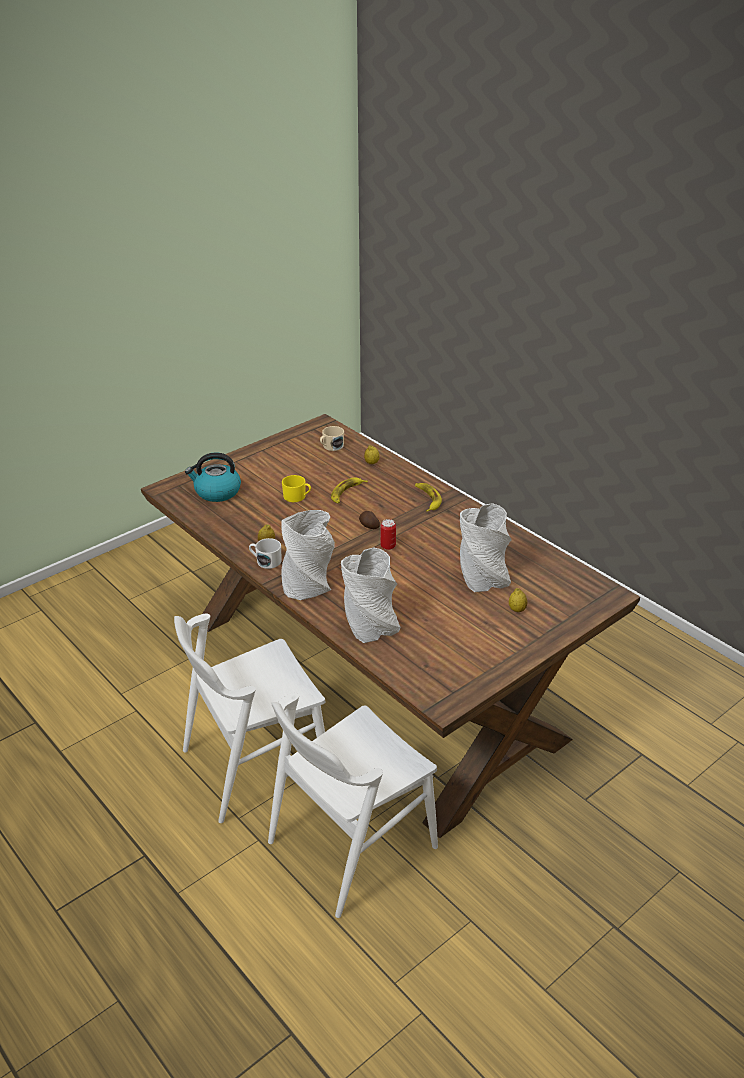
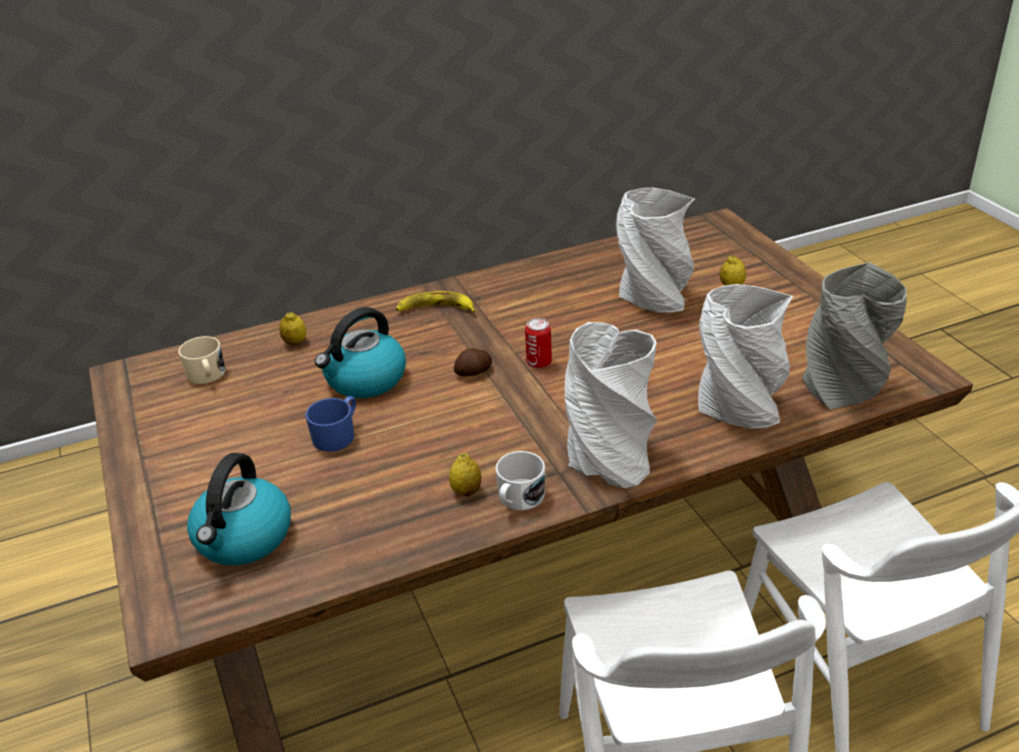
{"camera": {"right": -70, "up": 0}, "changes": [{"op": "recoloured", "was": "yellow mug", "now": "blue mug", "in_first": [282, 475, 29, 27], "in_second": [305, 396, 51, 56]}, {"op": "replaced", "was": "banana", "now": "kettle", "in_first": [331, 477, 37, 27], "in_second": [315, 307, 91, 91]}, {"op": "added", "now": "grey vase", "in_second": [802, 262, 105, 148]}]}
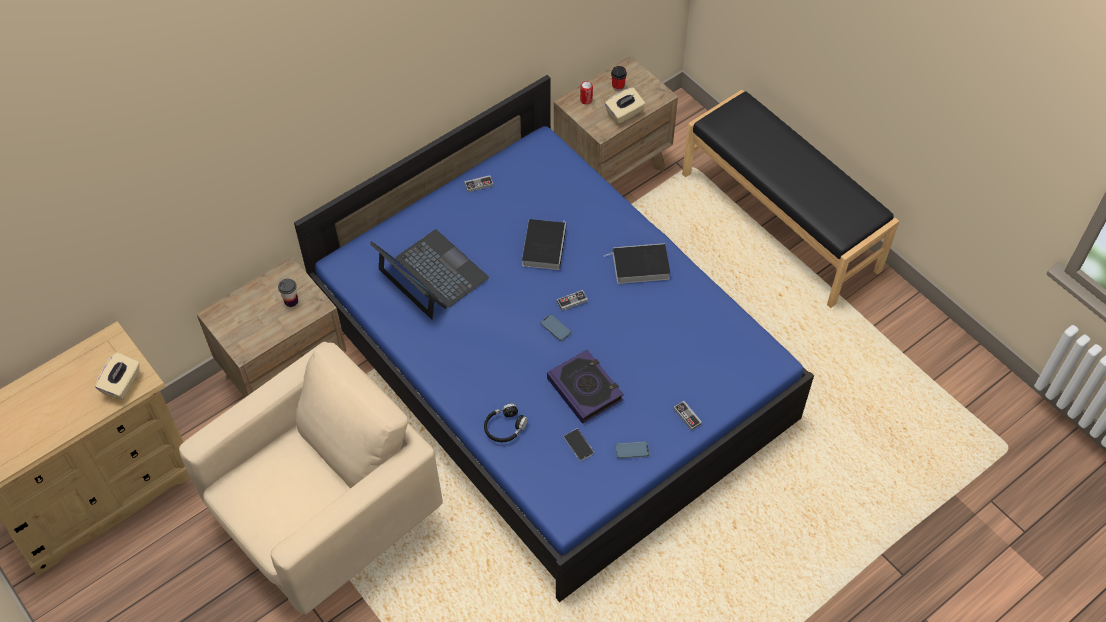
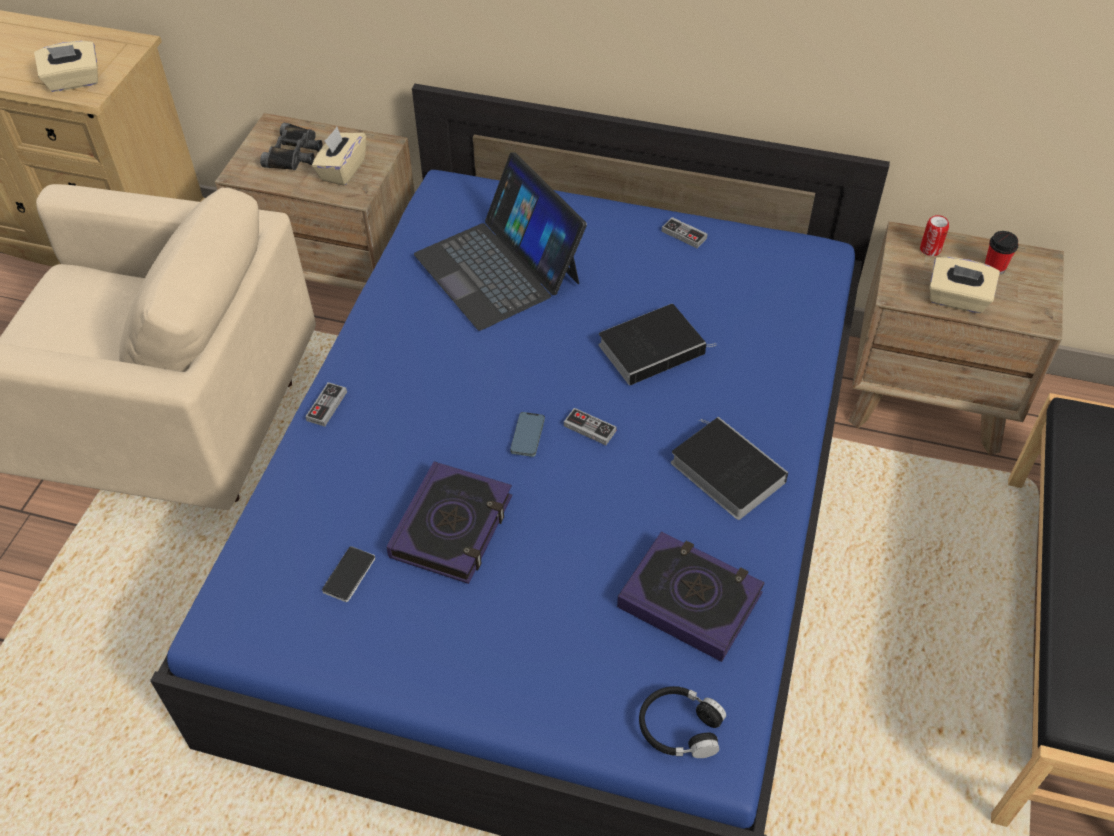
{"camera": {"right": 55, "up": -5}, "changes": [{"op": "turned", "was": "laptop", "in_first": [370, 229, 119, 90], "in_second": [414, 152, 173, 179], "clockwise": 135}, {"op": "replaced", "was": "cup", "now": "beige tissue box", "in_first": [278, 279, 20, 28], "in_second": [312, 127, 54, 59]}, {"op": "moved", "was": "game controller", "in_first": [673, 401, 29, 30], "in_second": [305, 382, 42, 44]}, {"op": "moved", "was": "black headphones", "in_first": [484, 404, 44, 38], "in_second": [639, 686, 87, 72]}, {"op": "removed", "was": "phone", "in_first": [615, 442, 34, 17]}, {"op": "added", "now": "black binoculars", "in_second": [260, 123, 63, 47]}, {"op": "added", "now": "book", "in_second": [617, 531, 148, 131]}]}
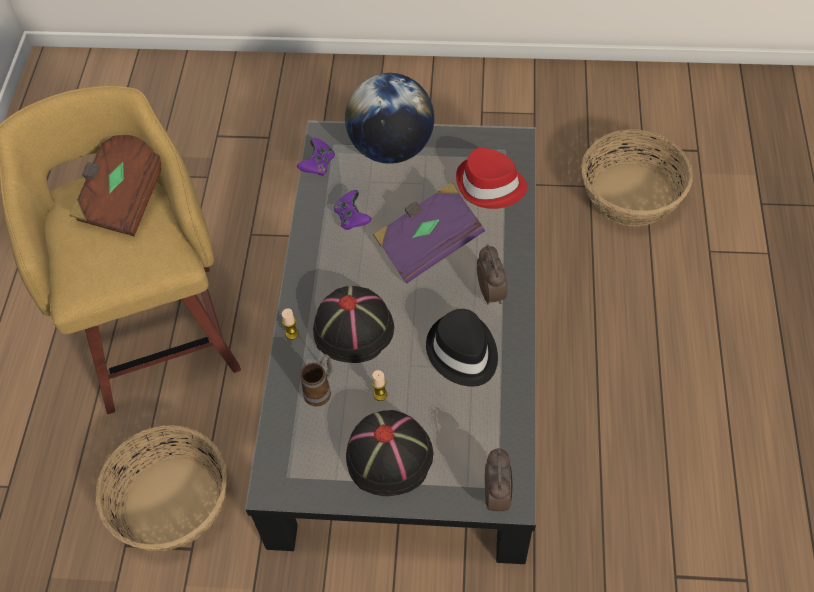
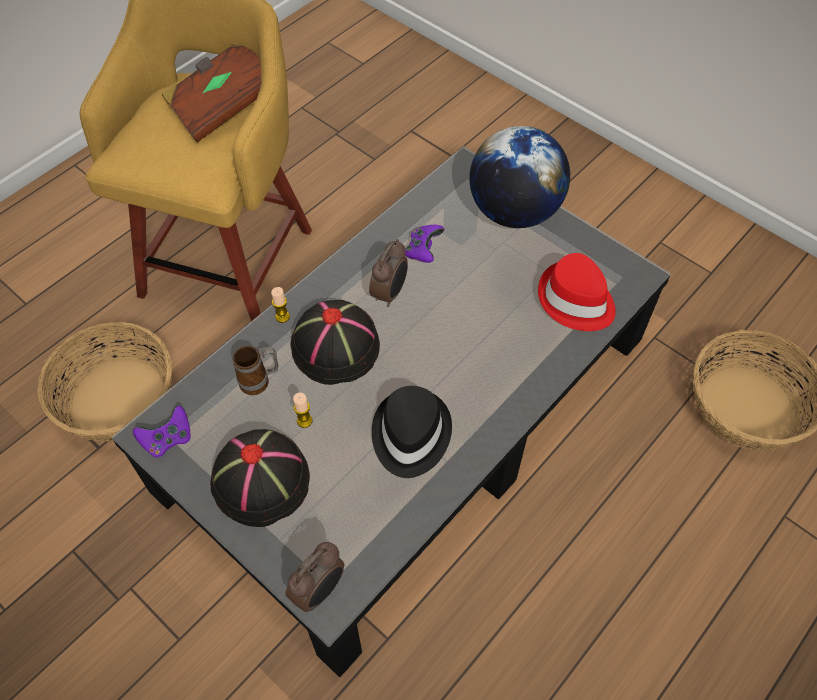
{"camera": {"right": 35, "up": 0}, "changes": [{"op": "moved", "was": "purple game controller", "in_first": [297, 138, 38, 38], "in_second": [133, 406, 58, 51]}, {"op": "removed", "was": "purple book", "in_first": [373, 182, 112, 102]}, {"op": "moved", "was": "alarm clock", "in_first": [477, 244, 30, 61], "in_second": [369, 239, 39, 68]}]}
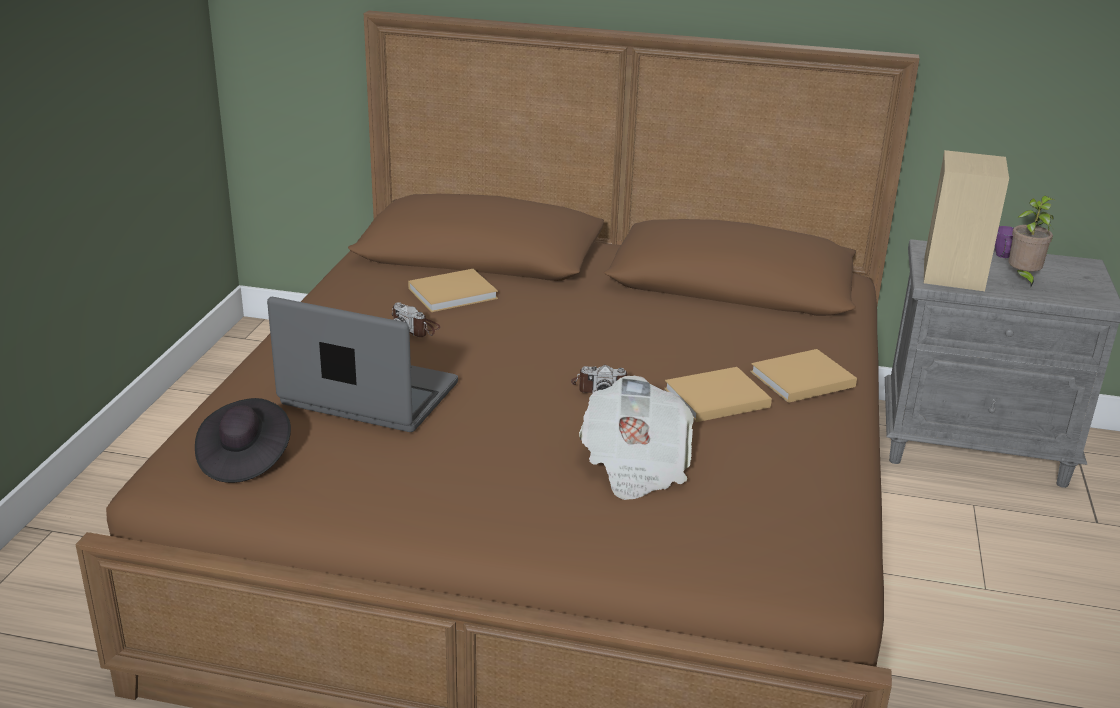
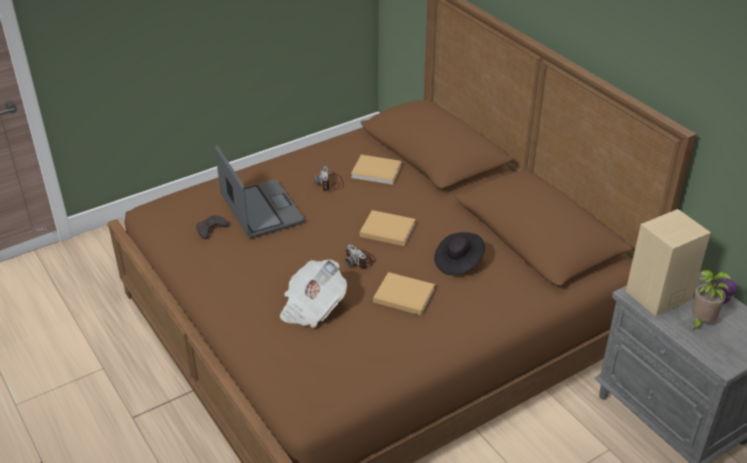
{"camera": {"right": 45, "up": 10}, "changes": [{"op": "moved", "was": "beige book", "in_first": [750, 349, 107, 54], "in_second": [359, 210, 57, 36]}, {"op": "moved", "was": "black hat", "in_first": [195, 398, 96, 85], "in_second": [434, 232, 51, 43]}, {"op": "added", "now": "grey game controller", "in_second": [196, 215, 33, 24]}]}
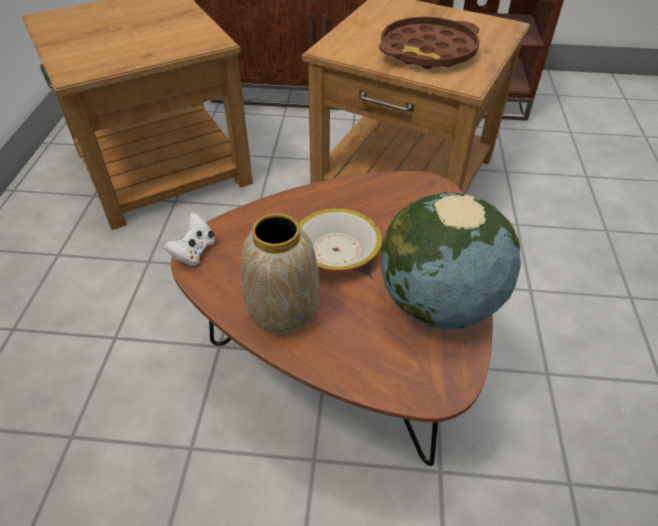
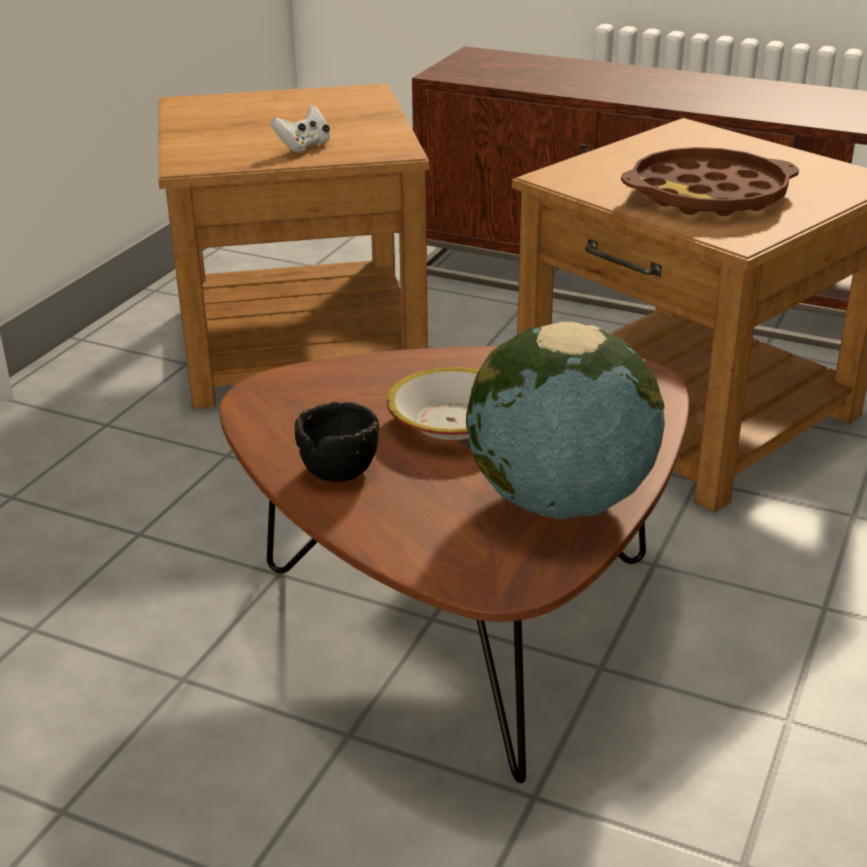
{"camera": {"right": 20, "up": -15}, "changes": [{"op": "moved", "was": "white game controller", "in_first": [163, 213, 52, 53], "in_second": [271, 105, 59, 48]}, {"op": "replaced", "was": "vase", "now": "black bowl", "in_first": [240, 213, 79, 122], "in_second": [295, 402, 84, 80]}]}
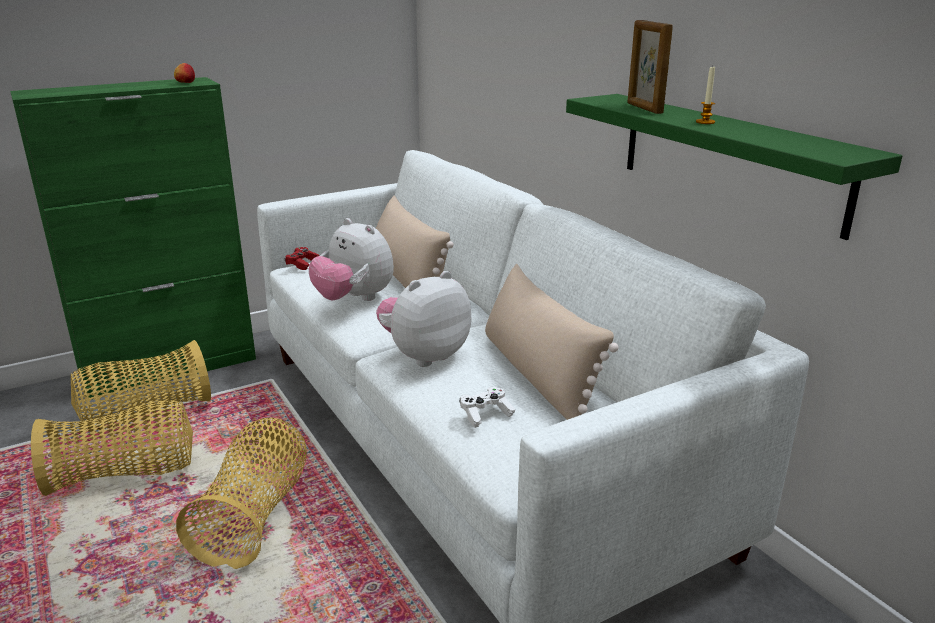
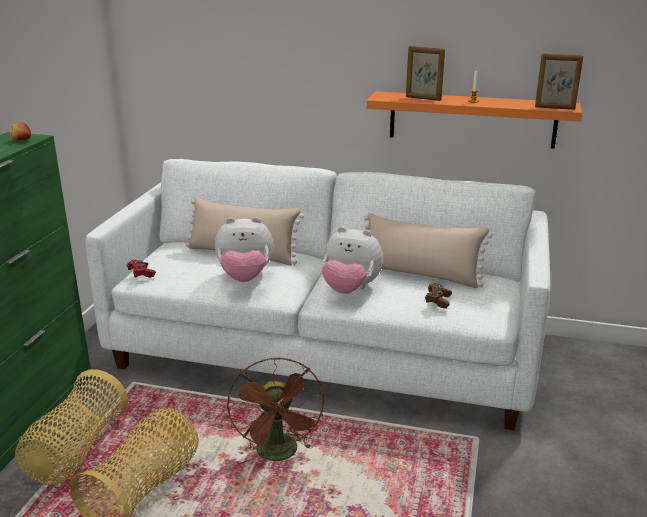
{"camera": {"right": -45, "up": 0}, "changes": [{"op": "recoloured", "was": "green shelf", "now": "orange shelf", "in_first": [566, 94, 336, 146], "in_second": [367, 91, 215, 58]}, {"op": "turned", "was": "plush toy", "in_first": [376, 271, 95, 96], "in_second": [322, 226, 61, 68], "clockwise": -75}, {"op": "recoloured", "was": "white game controller", "now": "brown game controller", "in_first": [460, 386, 56, 42], "in_second": [425, 283, 27, 25]}, {"op": "replaced", "was": "basket", "now": "brown fan", "in_first": [176, 418, 131, 151], "in_second": [227, 357, 97, 106]}, {"op": "added", "now": "picture frame", "in_second": [535, 53, 48, 57]}]}
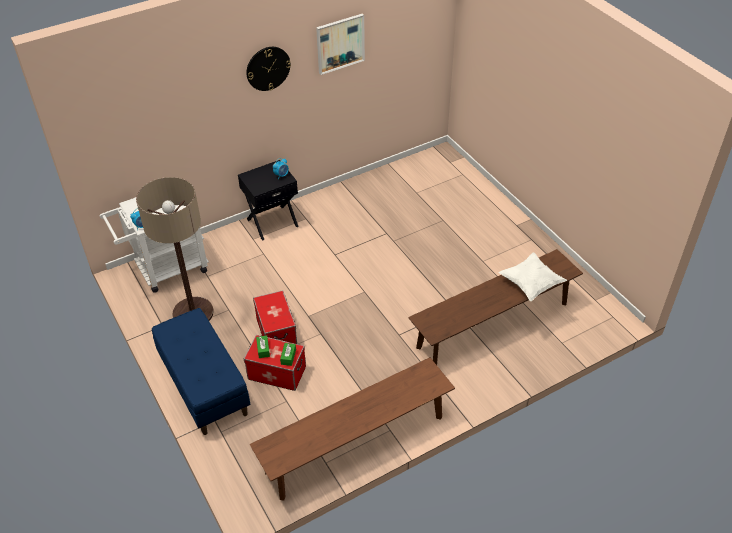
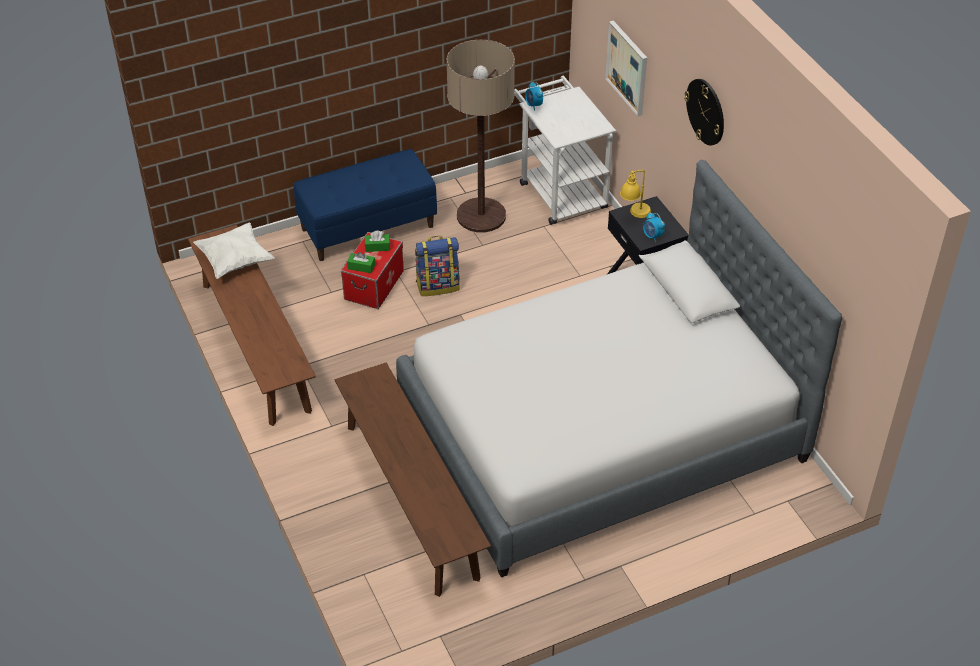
{"camera": {"right": 95, "up": 0}, "changes": [{"op": "moved", "was": "picture", "in_first": [316, 14, 49, 61], "in_second": [605, 21, 42, 95]}, {"op": "moved", "was": "white pillow", "in_first": [498, 252, 69, 49], "in_second": [193, 222, 82, 57]}, {"op": "replaced", "was": "storage box", "now": "backpack", "in_first": [253, 290, 44, 54], "in_second": [415, 236, 45, 60]}, {"op": "added", "now": "bed", "in_second": [396, 160, 446, 417]}, {"op": "added", "now": "yellow table lamp", "in_second": [620, 170, 31, 48]}]}
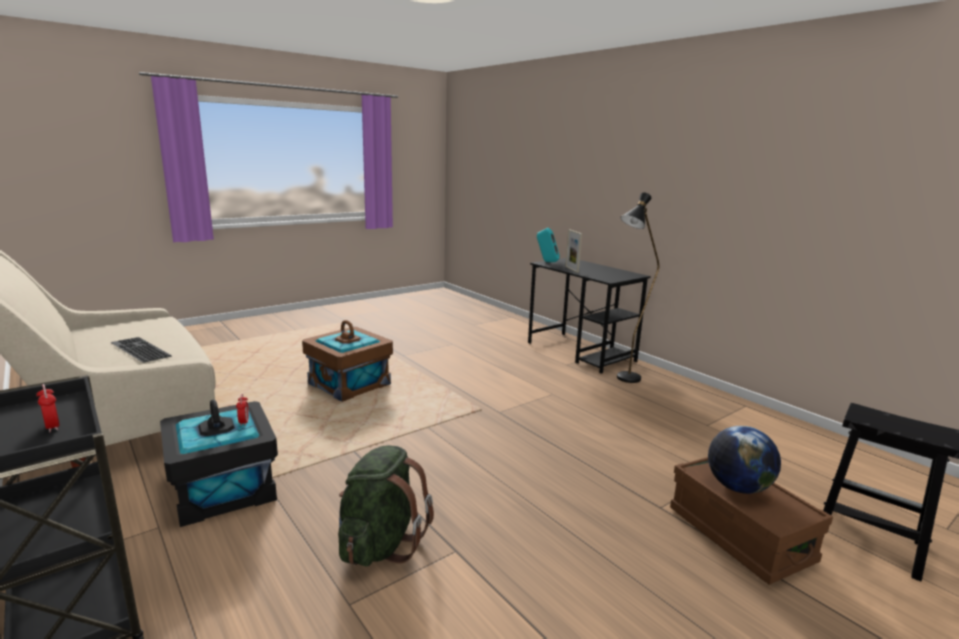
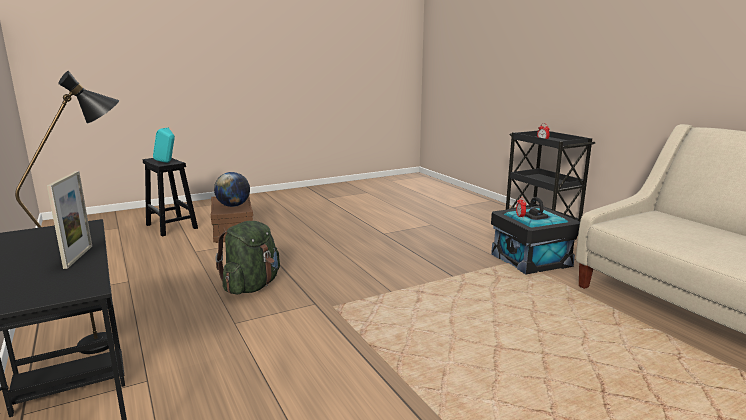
{"camera": {"right": -170, "up": 0}, "changes": [{"op": "moved", "was": "turquoise speaker", "in_first": [537, 228, 22, 34], "in_second": [153, 128, 22, 35]}, {"op": "removed", "was": "brown storage box", "in_first": [302, 320, 91, 82]}, {"op": "removed", "was": "keyboard", "in_first": [110, 337, 62, 26]}, {"op": "moved", "was": "green backpack", "in_first": [338, 445, 96, 122], "in_second": [215, 221, 65, 74]}]}
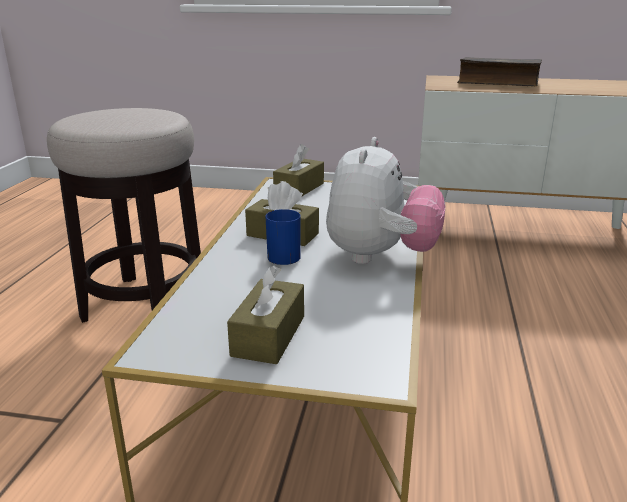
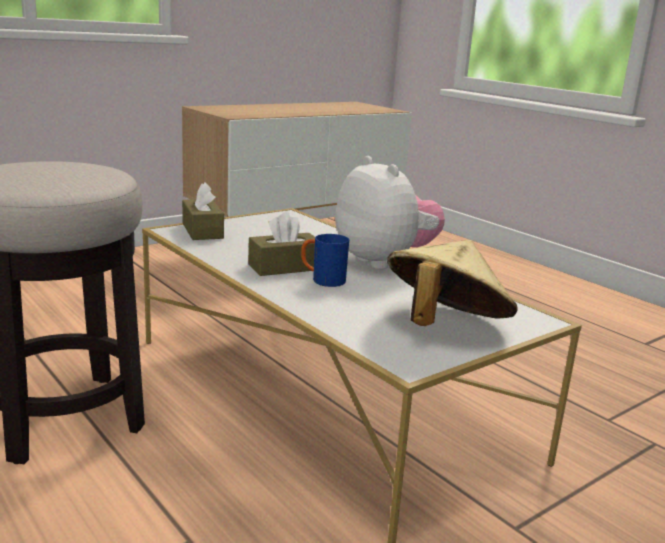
{"camera": {"right": -50, "up": -5}, "changes": [{"op": "removed", "was": "book", "in_first": [457, 57, 85, 29]}, {"op": "replaced", "was": "brown tissue box", "now": "beige hat", "in_first": [227, 265, 77, 99], "in_second": [387, 240, 131, 86]}]}
